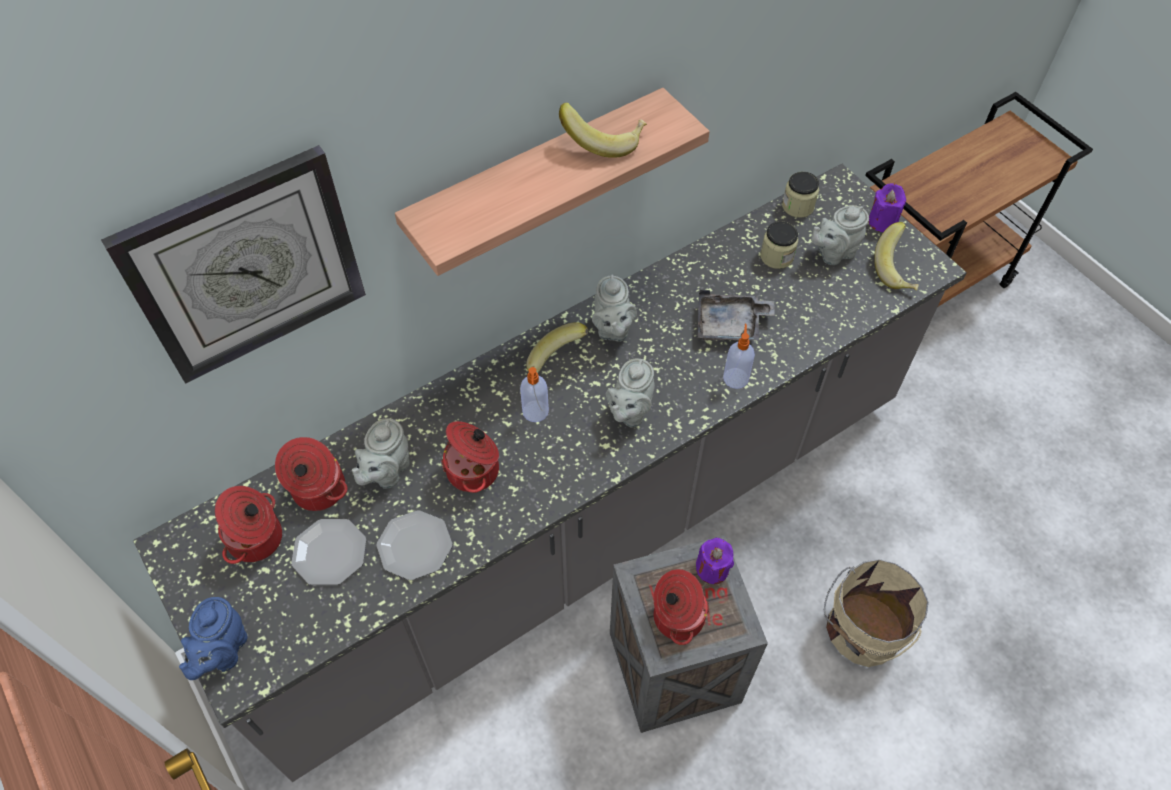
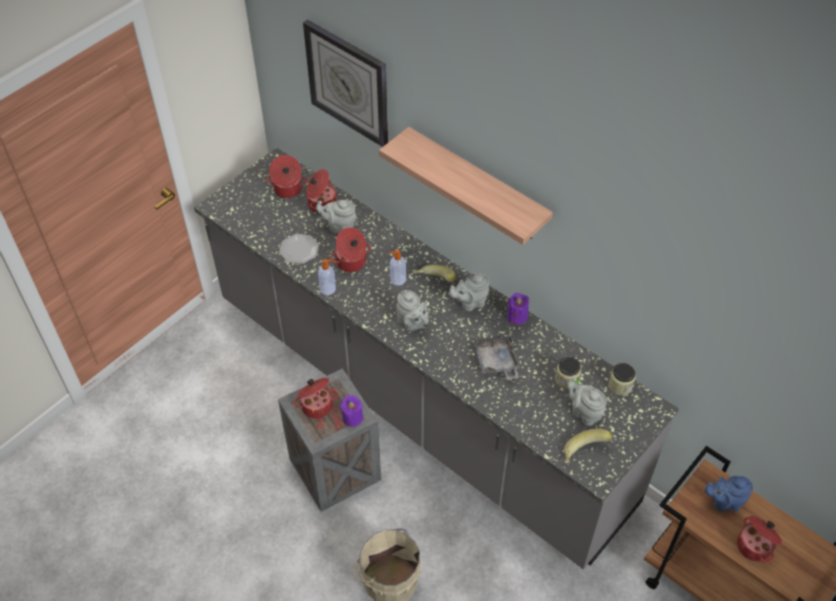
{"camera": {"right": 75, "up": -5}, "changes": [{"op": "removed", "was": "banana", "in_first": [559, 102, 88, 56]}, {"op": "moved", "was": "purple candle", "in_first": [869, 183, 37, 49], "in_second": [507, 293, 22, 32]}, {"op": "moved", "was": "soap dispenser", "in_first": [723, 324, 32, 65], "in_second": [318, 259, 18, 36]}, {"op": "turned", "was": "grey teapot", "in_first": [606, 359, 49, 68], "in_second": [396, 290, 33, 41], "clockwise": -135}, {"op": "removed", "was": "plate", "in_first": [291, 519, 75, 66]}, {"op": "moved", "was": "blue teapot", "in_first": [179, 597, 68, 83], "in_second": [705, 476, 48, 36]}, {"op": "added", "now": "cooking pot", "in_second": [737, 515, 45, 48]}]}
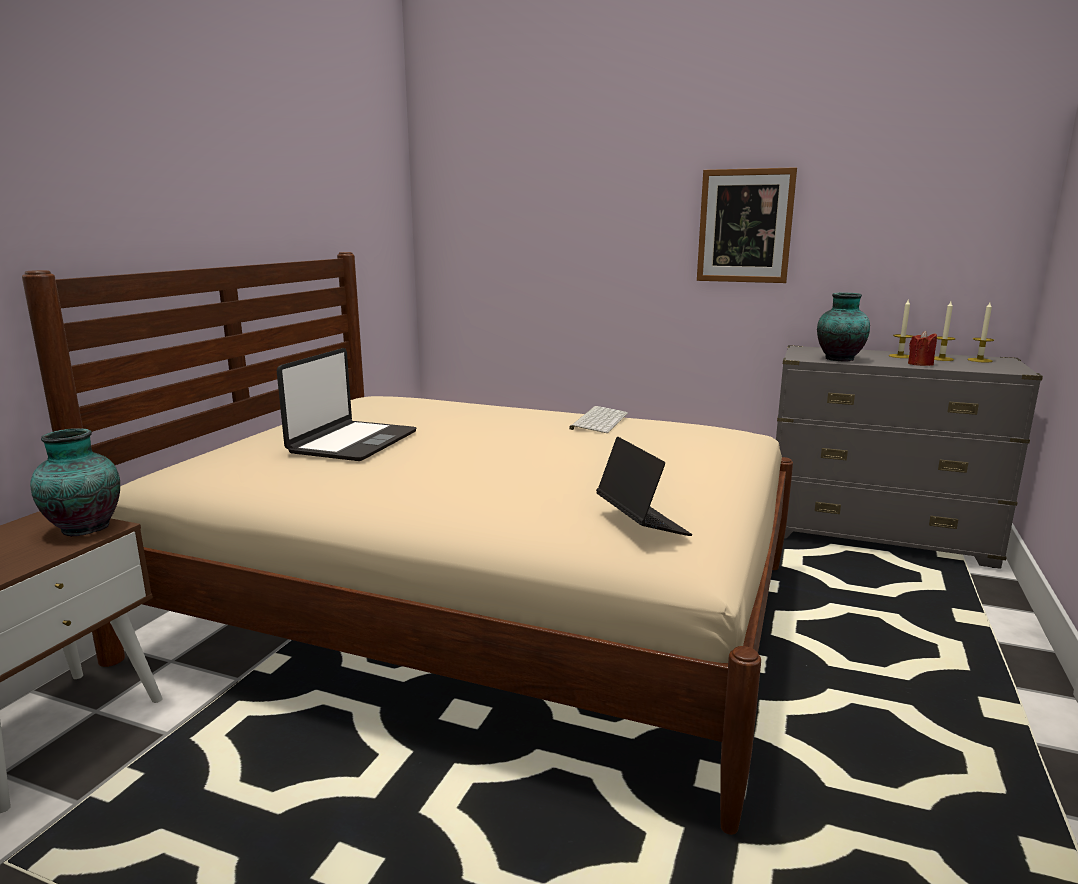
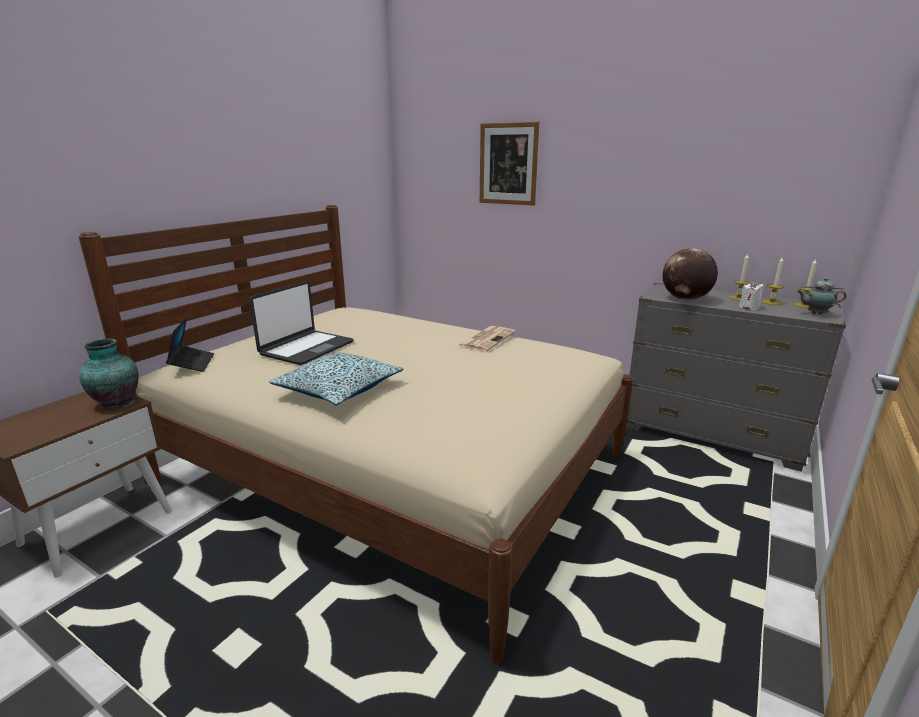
{"camera": {"right": 10, "up": 5}, "changes": [{"op": "moved", "was": "picture", "in_first": [697, 167, 100, 116], "in_second": [480, 122, 59, 83]}, {"op": "replaced", "was": "vase", "now": "globe", "in_first": [817, 292, 53, 70], "in_second": [663, 248, 55, 52]}, {"op": "recoloured", "was": "red candle", "now": "white candle", "in_first": [908, 331, 29, 35], "in_second": [739, 281, 24, 29]}, {"op": "replaced", "was": "keyboard", "now": "newspaper", "in_first": [569, 406, 59, 27], "in_second": [458, 326, 58, 26]}, {"op": "moved", "was": "laptop", "in_first": [596, 437, 96, 99], "in_second": [166, 316, 48, 56]}, {"op": "added", "now": "teapot", "in_second": [797, 278, 50, 37]}, {"op": "added", "now": "pillow", "in_second": [268, 351, 136, 55]}]}
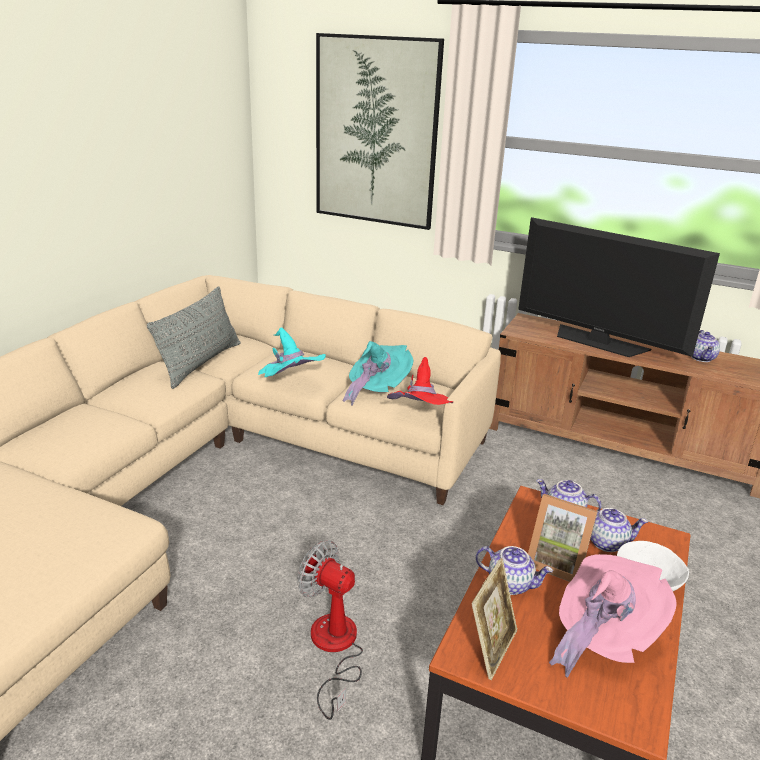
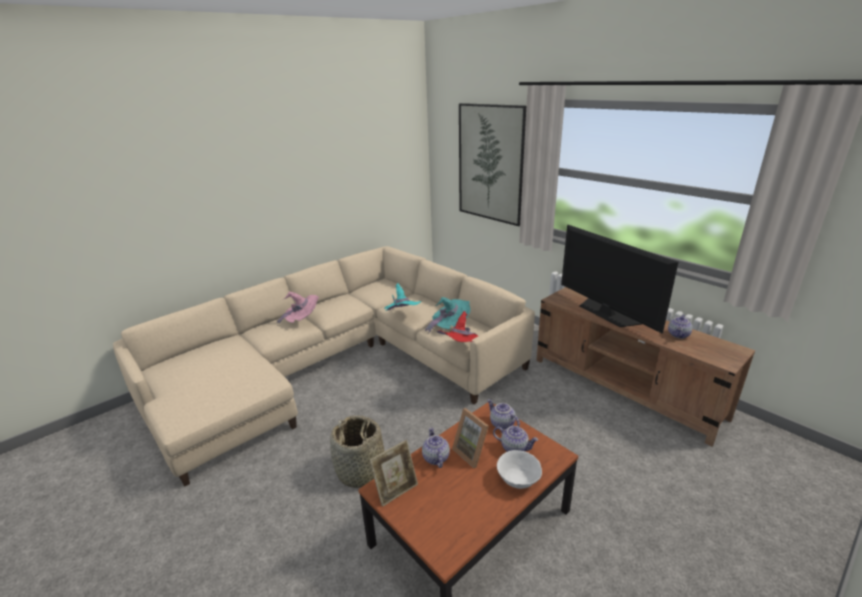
{"camera": {"right": 25, "up": 0}, "changes": [{"op": "removed", "was": "grey pillow", "in_first": [147, 286, 94, 103]}, {"op": "replaced", "was": "fan", "now": "basket", "in_first": [297, 540, 66, 180], "in_second": [330, 415, 54, 73]}, {"op": "turned", "was": "teapot", "in_first": [476, 546, 77, 49], "in_second": [422, 427, 28, 41], "clockwise": -150}, {"op": "moved", "was": "pink hat", "in_first": [549, 554, 128, 124], "in_second": [277, 291, 42, 34]}]}
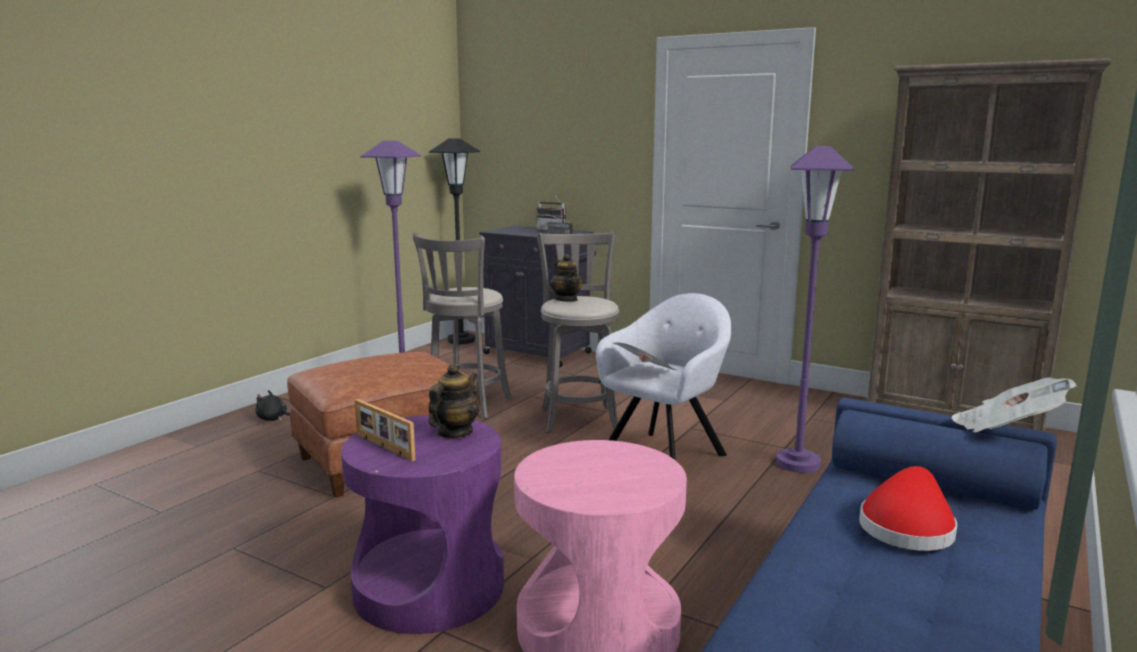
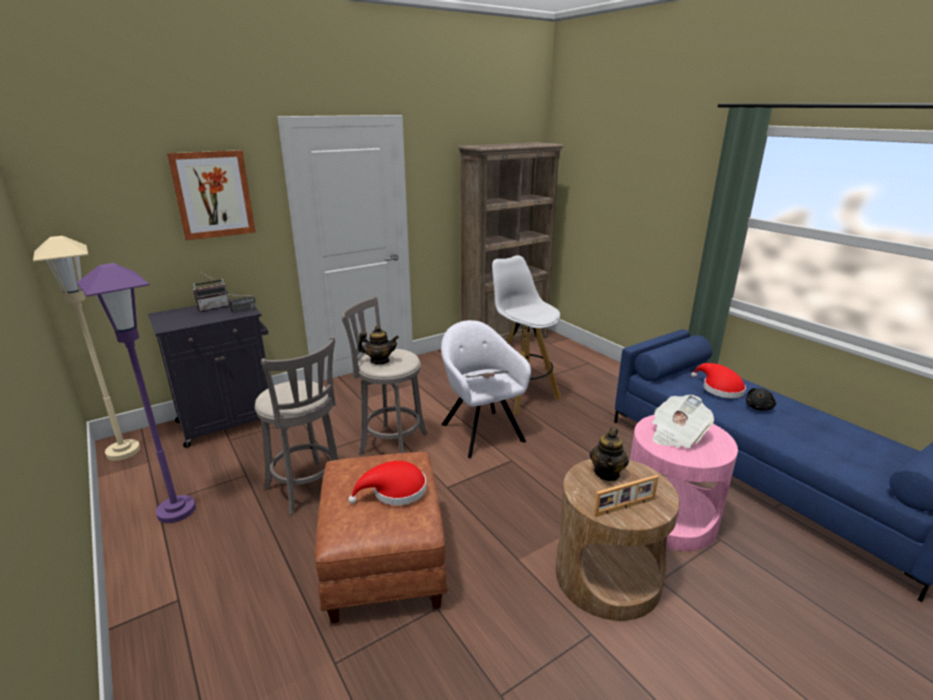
{"camera": {"right": -65, "up": 10}, "changes": [{"op": "recoloured", "was": "black floor lamp", "now": "beige floor lamp", "in_first": [429, 139, 51, 205], "in_second": [33, 236, 107, 225]}, {"op": "replaced", "was": "purple floor lamp", "now": "white stool", "in_first": [776, 146, 79, 327], "in_second": [492, 255, 69, 159]}, {"op": "turned", "was": "teapot", "in_first": [429, 364, 51, 74], "in_second": [589, 427, 40, 54], "clockwise": -120}, {"op": "moved", "was": "newspaper", "in_first": [951, 377, 126, 55], "in_second": [652, 395, 62, 54]}, {"op": "moved", "was": "black plush toy", "in_first": [255, 390, 35, 31], "in_second": [746, 388, 30, 23]}, {"op": "recoloured", "was": "purple side table", "now": "brown side table", "in_first": [341, 415, 163, 219], "in_second": [556, 459, 124, 162]}, {"op": "added", "now": "picture", "in_second": [167, 150, 89, 91]}, {"op": "added", "now": "red hat", "in_second": [348, 461, 78, 44]}]}
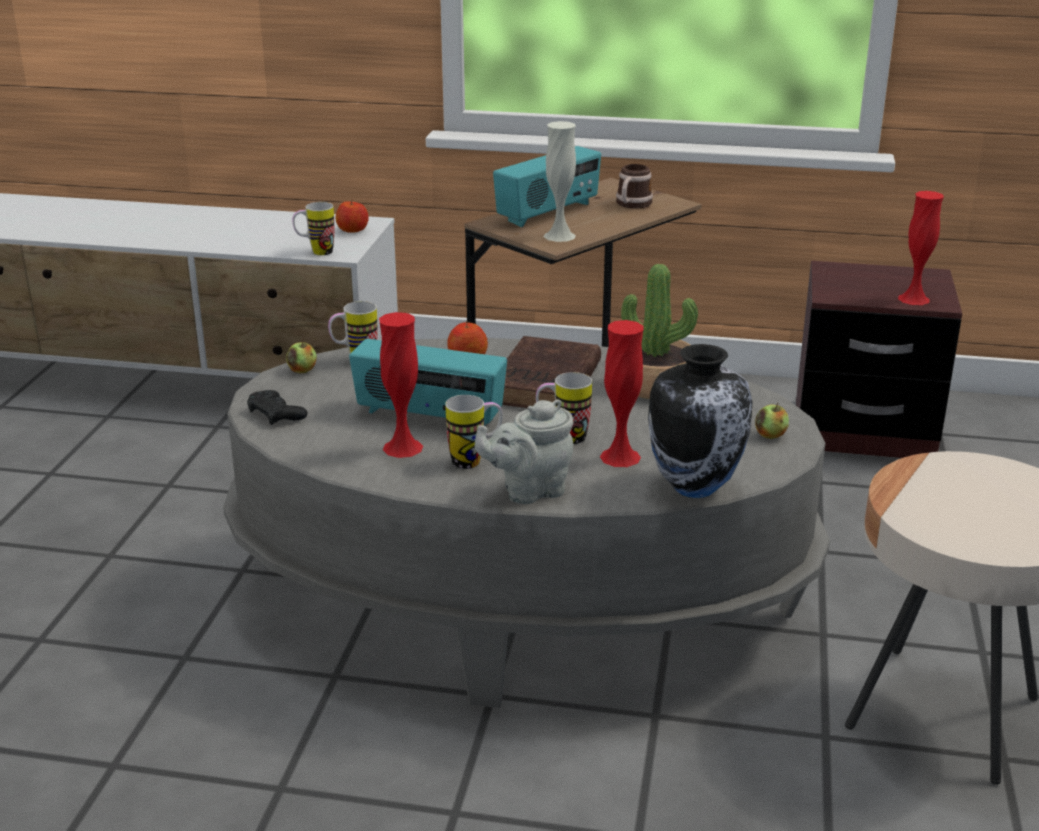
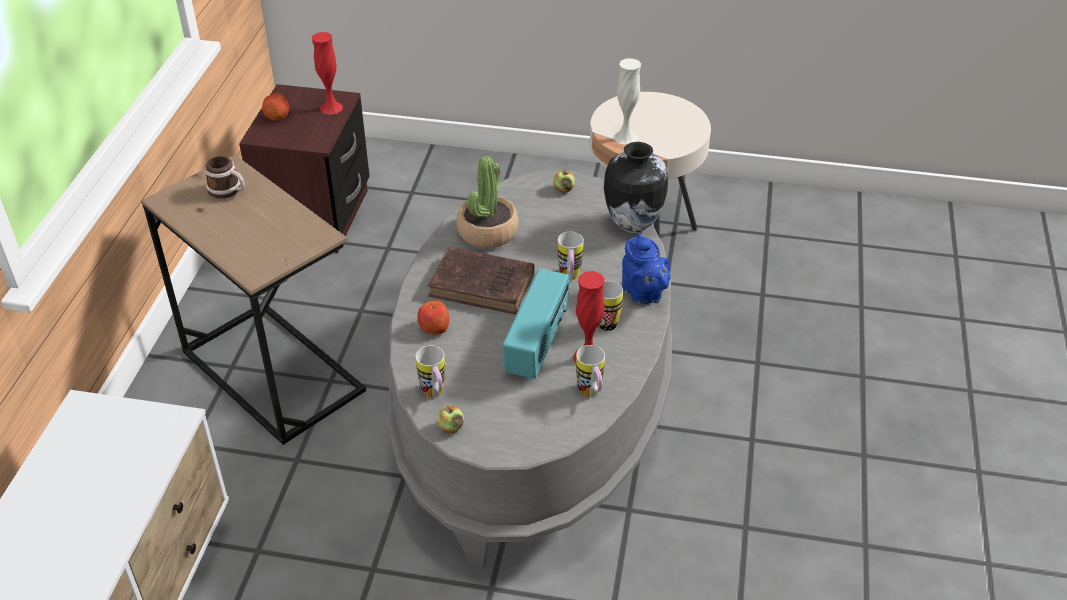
{"camera": {"right": -90, "up": 15}, "changes": [{"op": "moved", "was": "white vase", "in_first": [544, 121, 32, 121], "in_second": [613, 58, 28, 87]}, {"op": "removed", "was": "radio", "in_first": [493, 146, 108, 81]}, {"op": "moved", "was": "apple", "in_first": [335, 200, 34, 33], "in_second": [262, 93, 27, 28]}, {"op": "moved", "was": "mug", "in_first": [292, 202, 42, 53], "in_second": [576, 345, 29, 52]}, {"op": "removed", "was": "red vase", "in_first": [600, 320, 44, 147]}, {"op": "removed", "was": "black game controller", "in_first": [247, 390, 61, 35]}, {"op": "recoloured", "was": "grey teapot", "now": "blue teapot", "in_first": [475, 399, 99, 105], "in_second": [622, 233, 49, 71]}]}
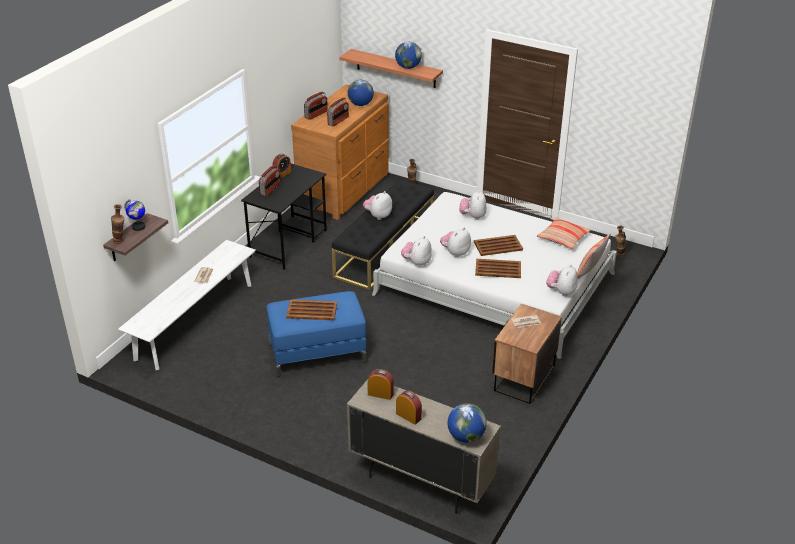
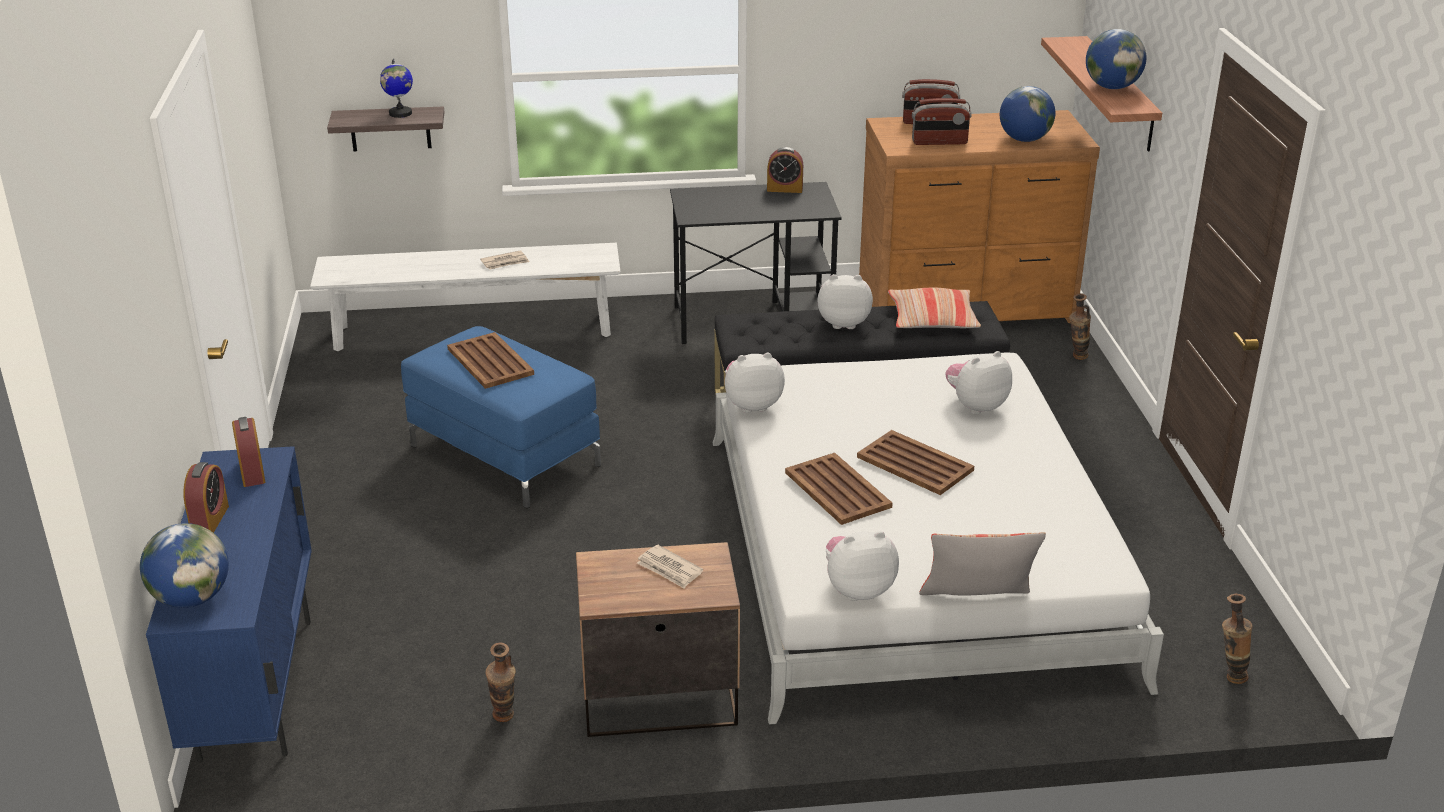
{"camera": {"right": 55, "up": -5}, "changes": [{"op": "removed", "was": "radio", "in_first": [259, 165, 22, 31]}, {"op": "moved", "was": "vase", "in_first": [111, 204, 13, 40], "in_second": [486, 642, 30, 80]}, {"op": "moved", "was": "pillow", "in_first": [537, 217, 54, 32], "in_second": [888, 288, 93, 40]}, {"op": "removed", "was": "plush toy", "in_first": [440, 228, 31, 29]}, {"op": "recoloured", "was": "beige cabinet", "now": "blue cabinet", "in_first": [347, 379, 154, 135], "in_second": [146, 446, 166, 317]}]}
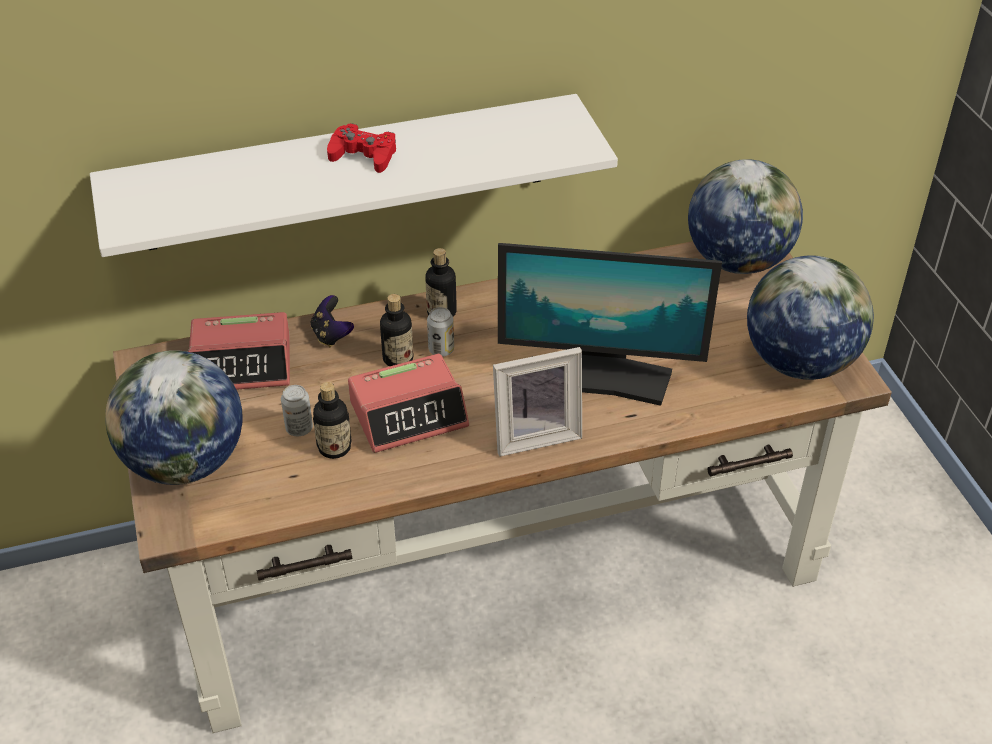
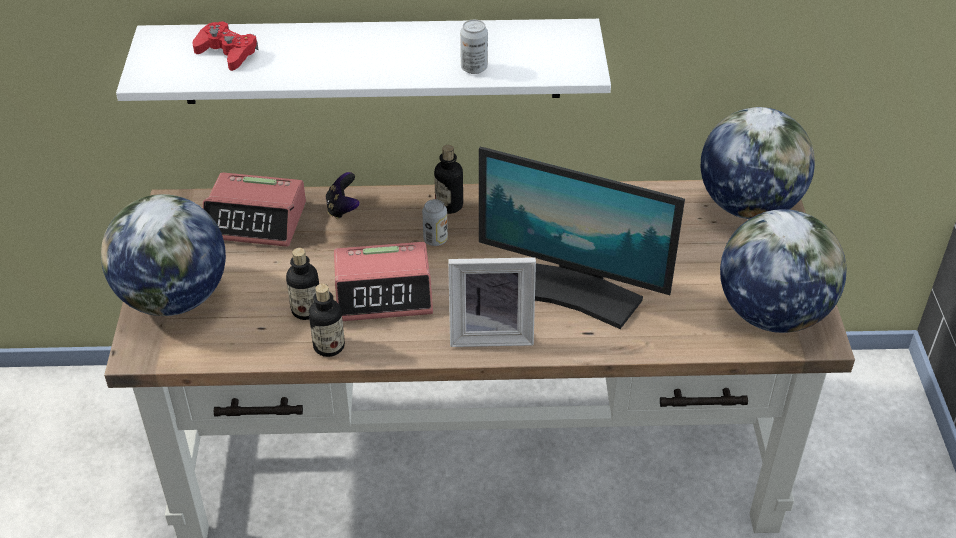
{"camera": {"right": 15, "up": 0}, "changes": [{"op": "moved", "was": "red game controller", "in_first": [327, 123, 69, 50], "in_second": [192, 21, 67, 50]}, {"op": "moved", "was": "bottle", "in_first": [380, 294, 33, 72], "in_second": [309, 284, 36, 73]}, {"op": "moved", "was": "can", "in_first": [281, 385, 32, 51], "in_second": [460, 20, 28, 54]}]}
